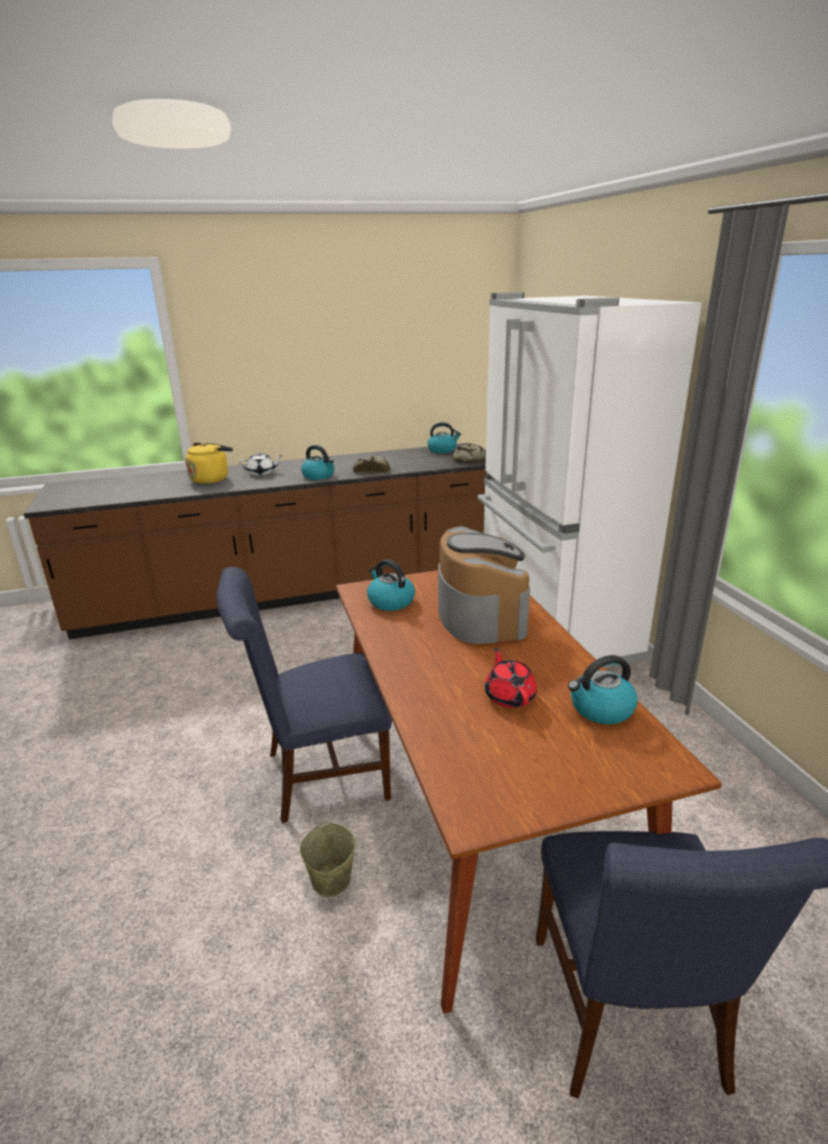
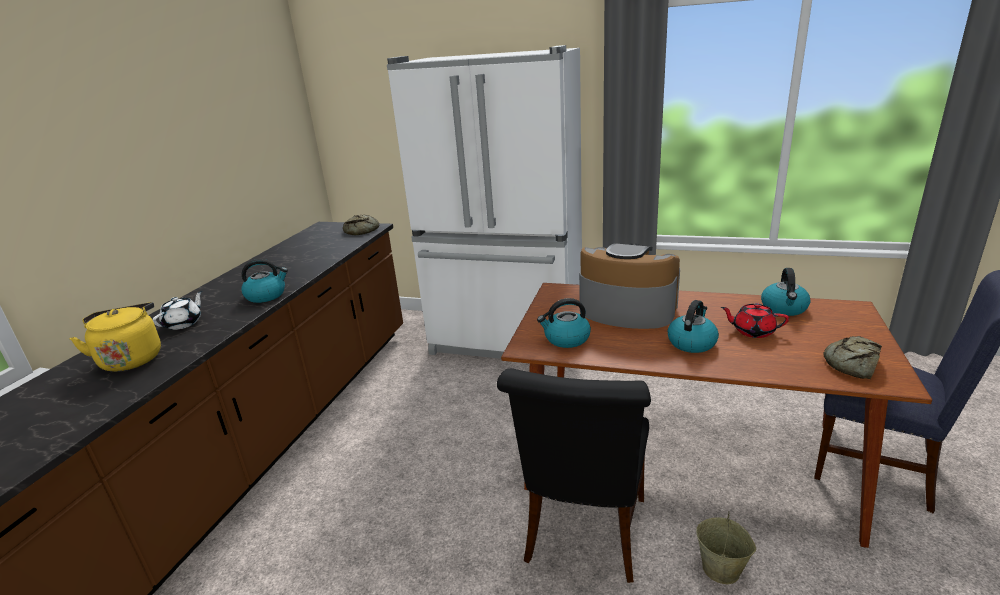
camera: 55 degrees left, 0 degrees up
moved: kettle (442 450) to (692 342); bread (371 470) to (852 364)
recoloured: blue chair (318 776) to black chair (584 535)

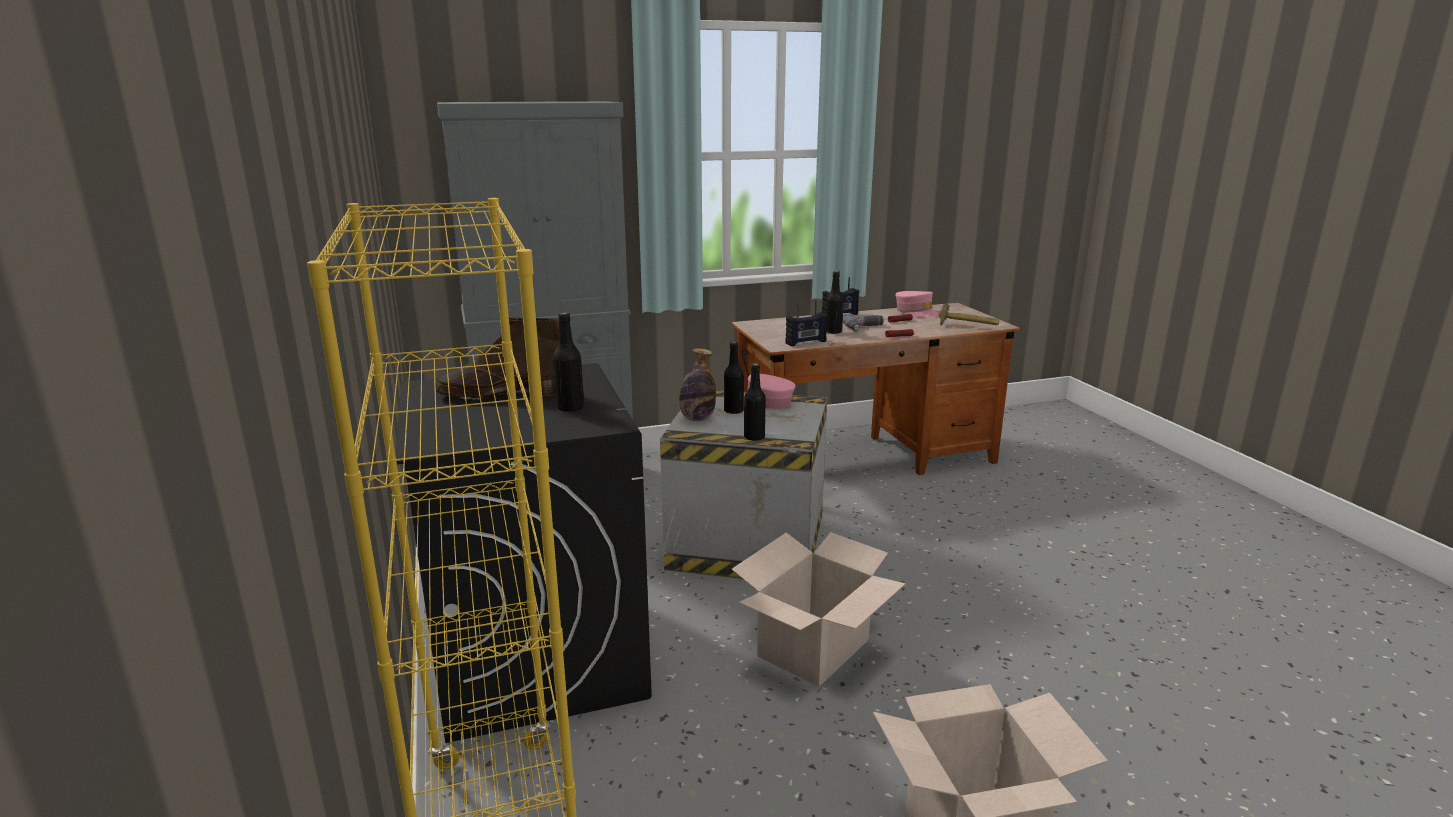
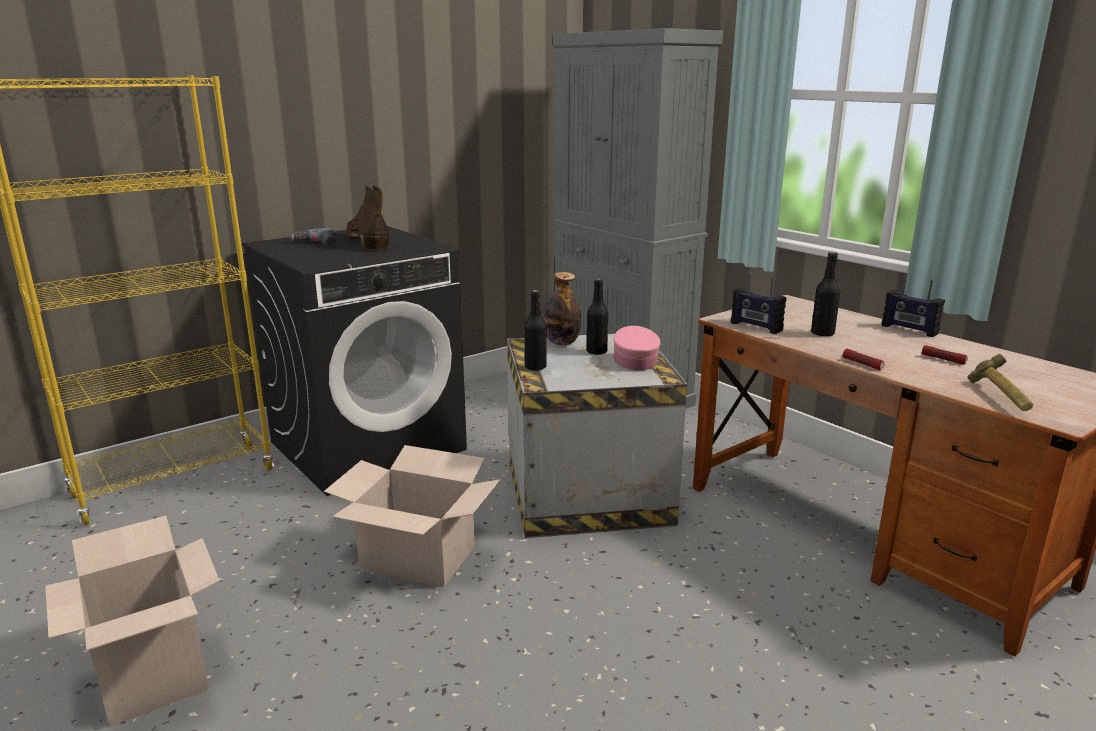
camera: 70 degrees right, 0 degrees up
removed: black bottle (570 408); pink cap (916 312)
moved: power drill (864 328) to (317 244)

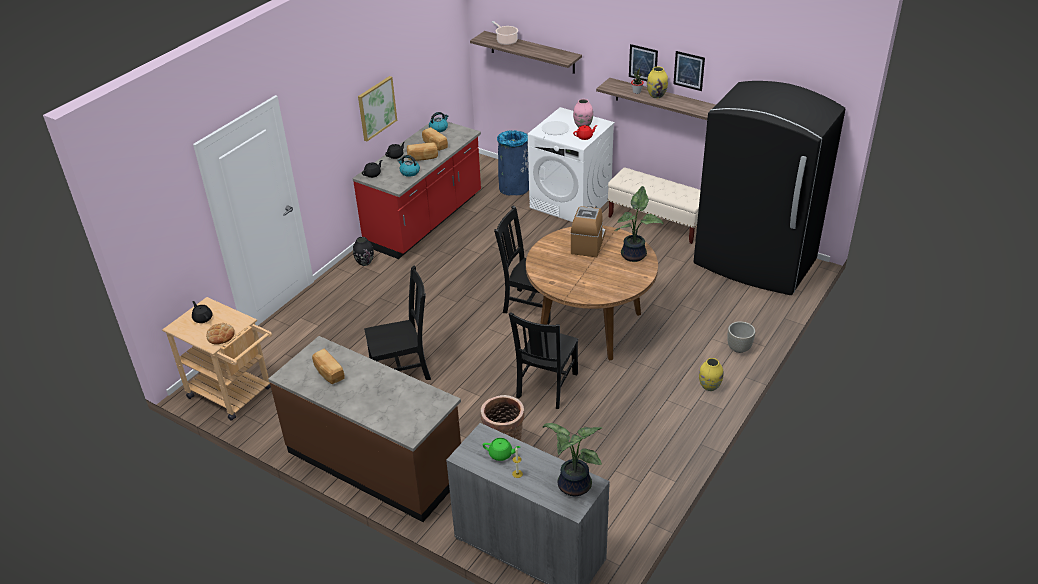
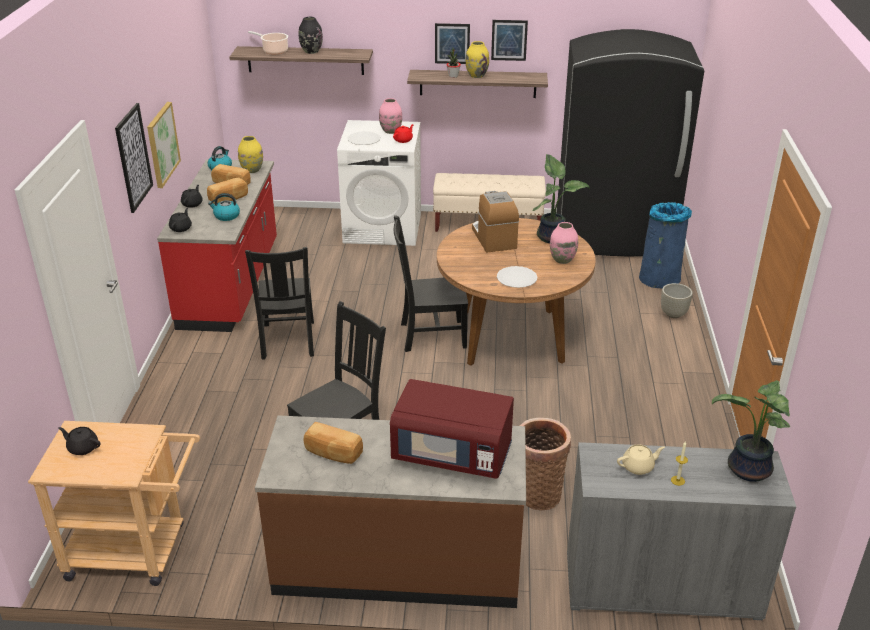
camera: 30 degrees left, 5 degrees down
removed: bread (221 336)
added: picture (133 157); red microwave (452 454); white plate (516 278); pink vase (562 260)
moved: yellow vase (709 386) to (252 170); black chair (546 387) to (288 341); black vase (365 262) to (311 51); blue trash can (515 188) to (660 278)
recoloured: green teapot (501 454) to beige teapot (638 467)

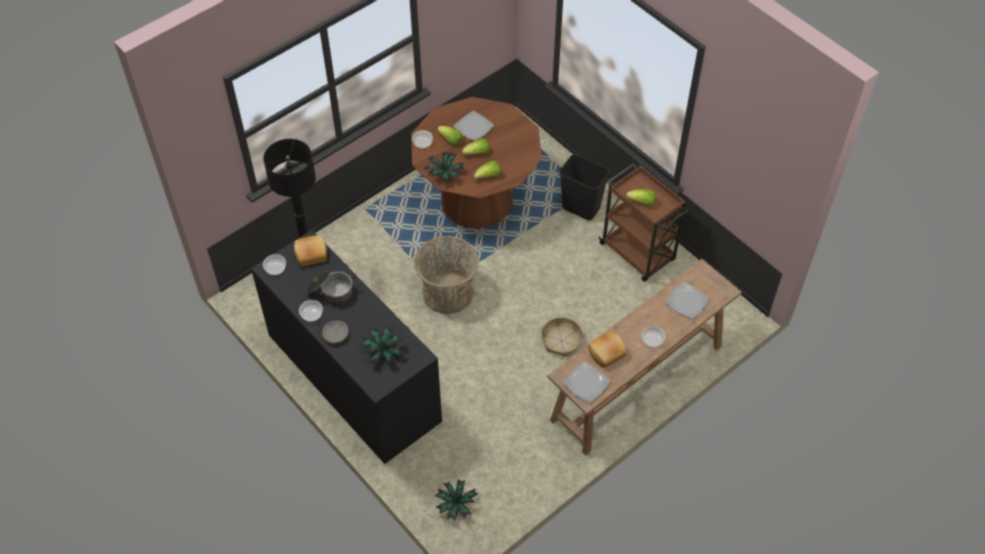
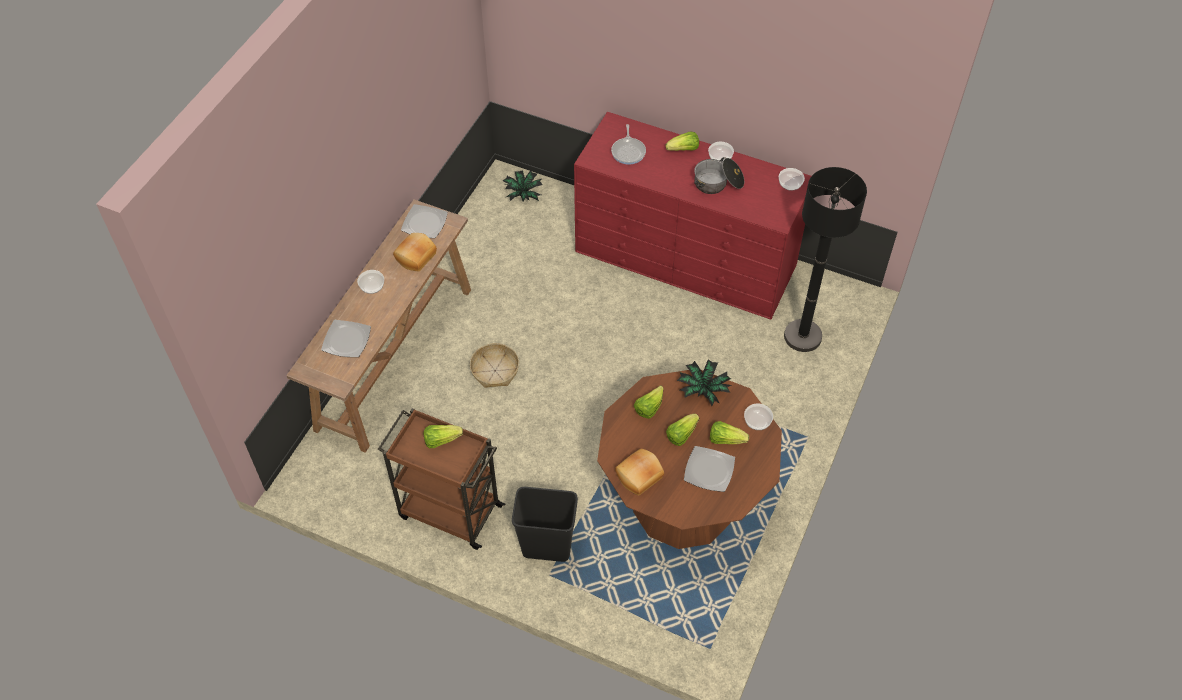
camera: 155 degrees right, 0 degrees up
removed: basket (447 292)
moved: bread (311 253) to (640 477)
replaced: potted plant (383 351) to frying pan (628 151); grey bowl (336 334) to lettuce (683 149)
recoloured: black dresser (353 377) to red dresser (685 258)

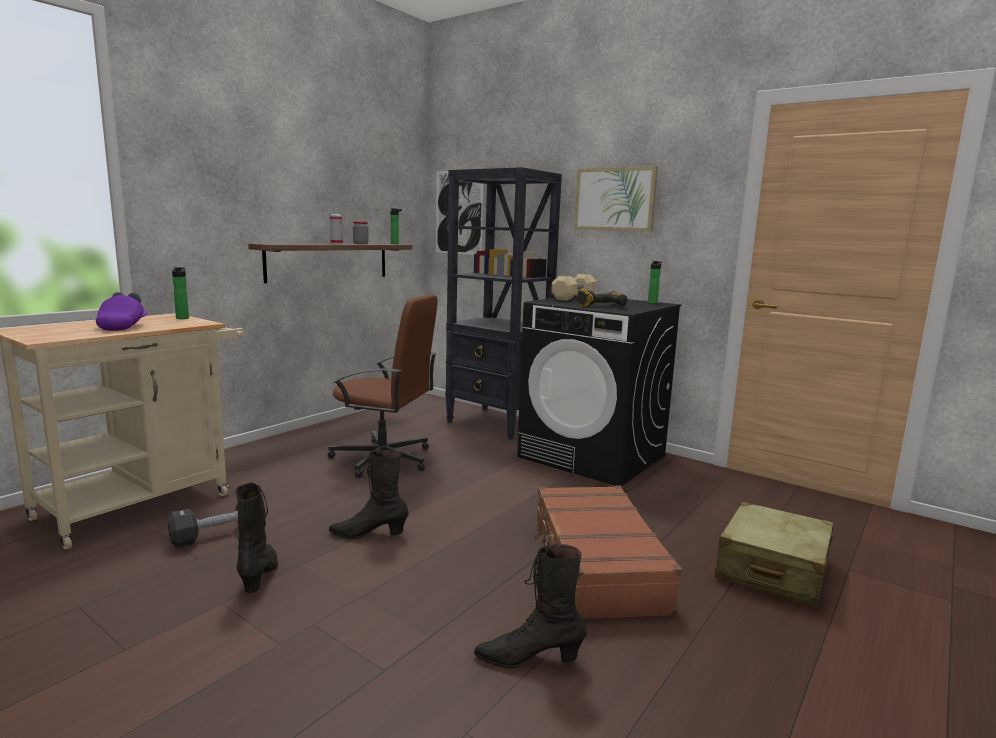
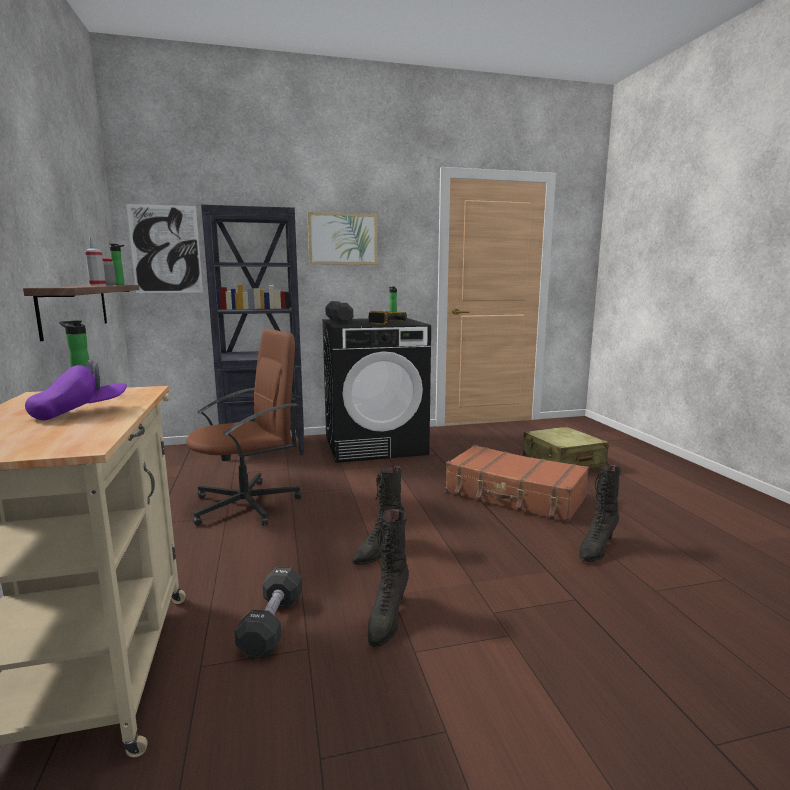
camera: 50 degrees left, 0 degrees up
recoloured: beige dumbbell (573 298) to black dumbbell (339 321)
turned: purple cap (123 327) = (80 412) 105 degrees clockwise; black boot (260 575) = (387 619) 105 degrees counterclockwise

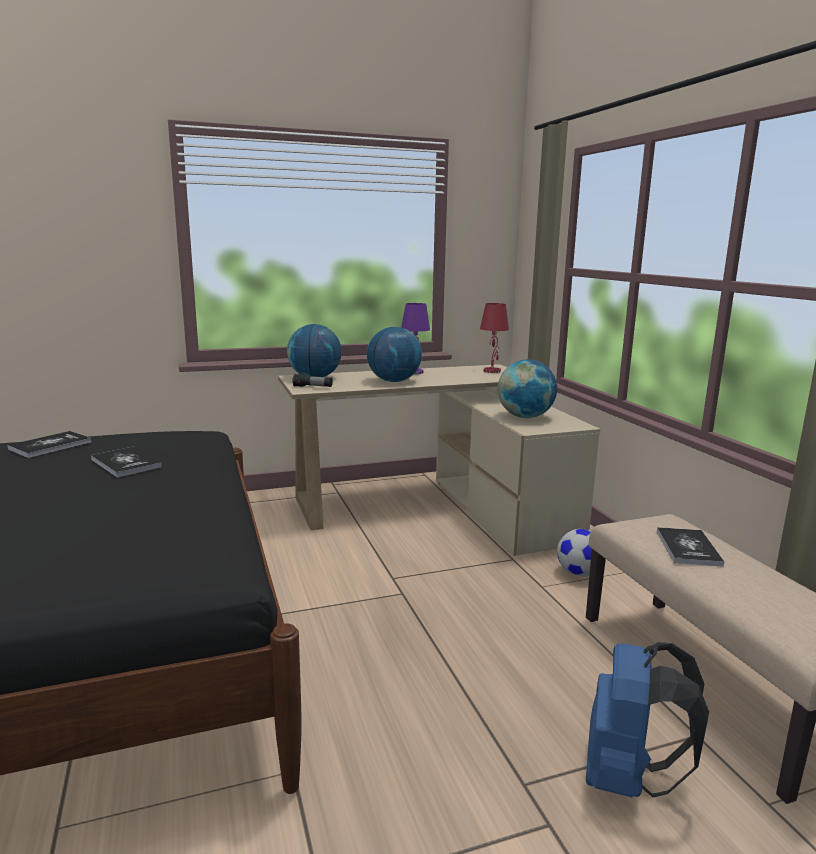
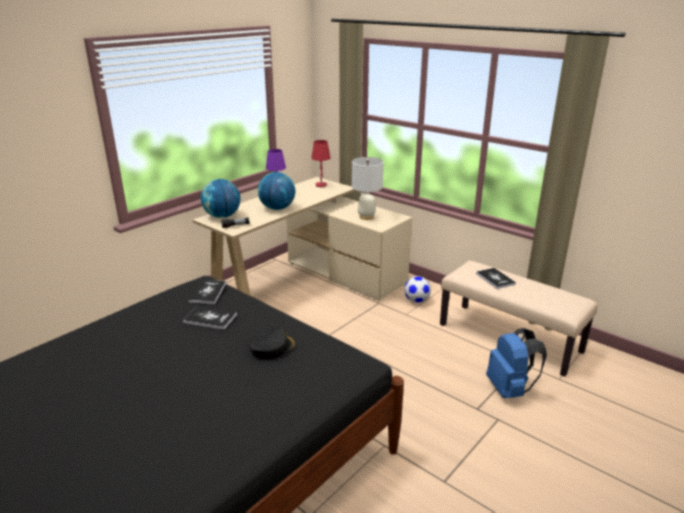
camera: 30 degrees left, 10 degrees up
added: black cap (272 347)
moved: book (50 446) to (207 292)
replaced: globe (525 417) to white table lamp (366 217)

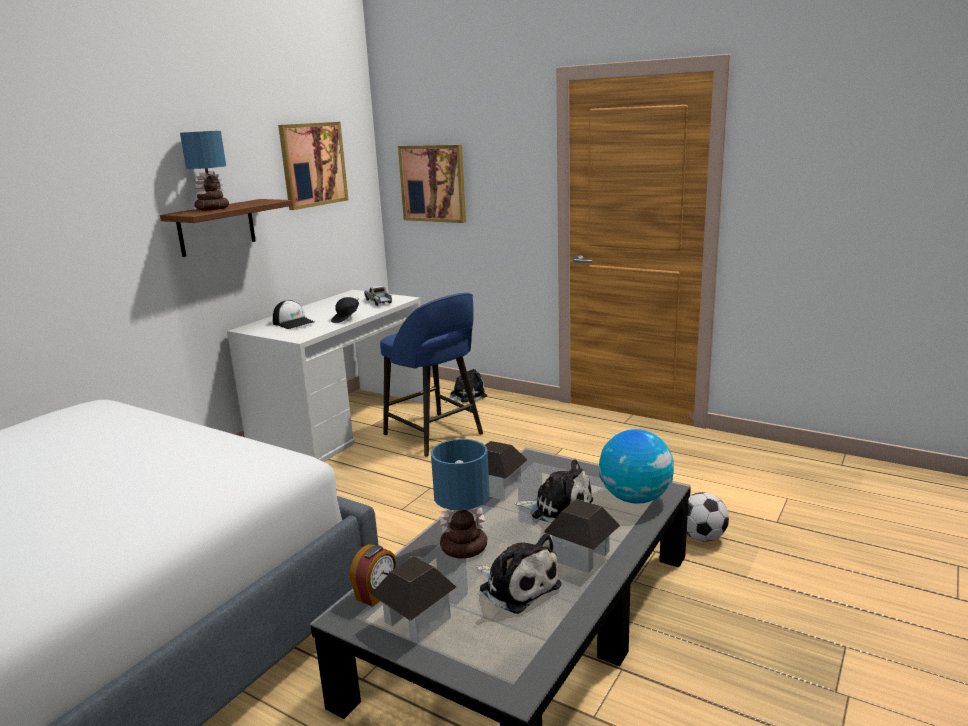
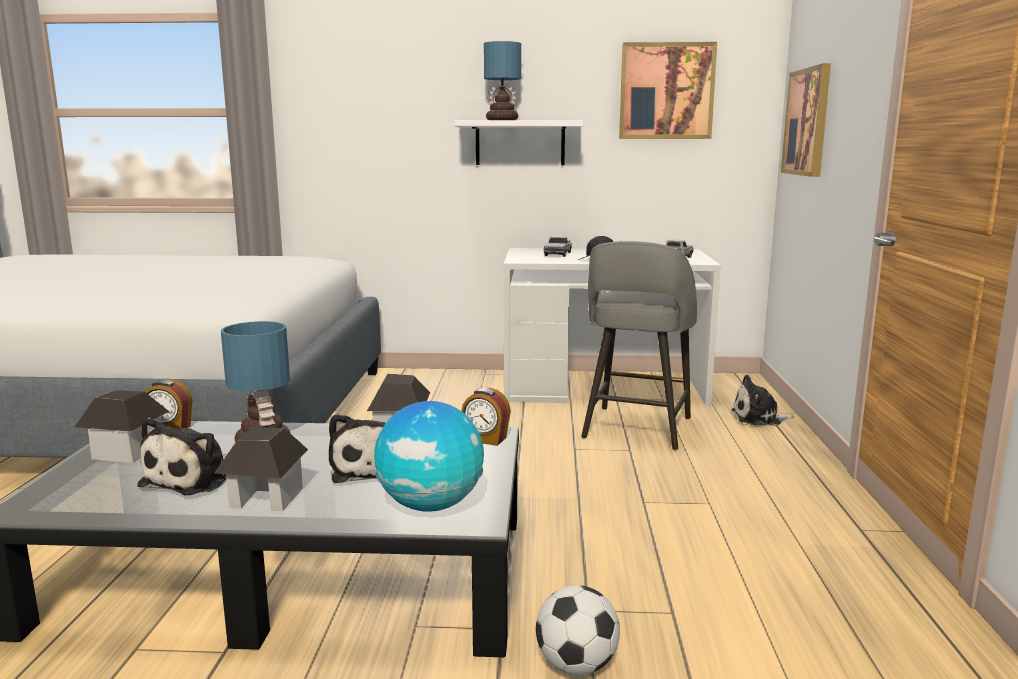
camera: 60 degrees right, 5 degrees down
added: alarm clock (485 439)
replaced: cap (293 323) to toy truck (558 254)
recoloured: brown shelf (216 227) to white shelf (520 143); blue stool (435 435) to grey stool (636 429)
turned: plush toy (466 396) = (759 418) 150 degrees clockwise

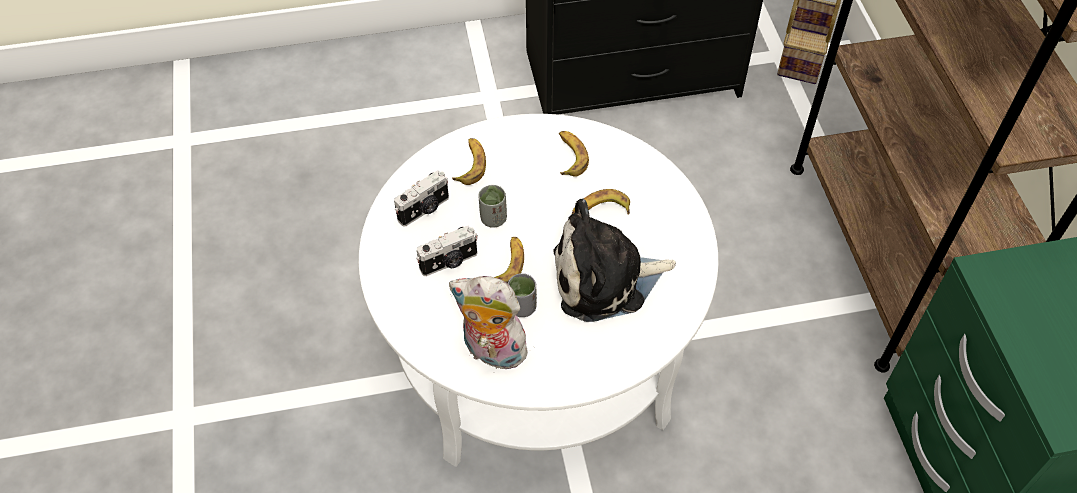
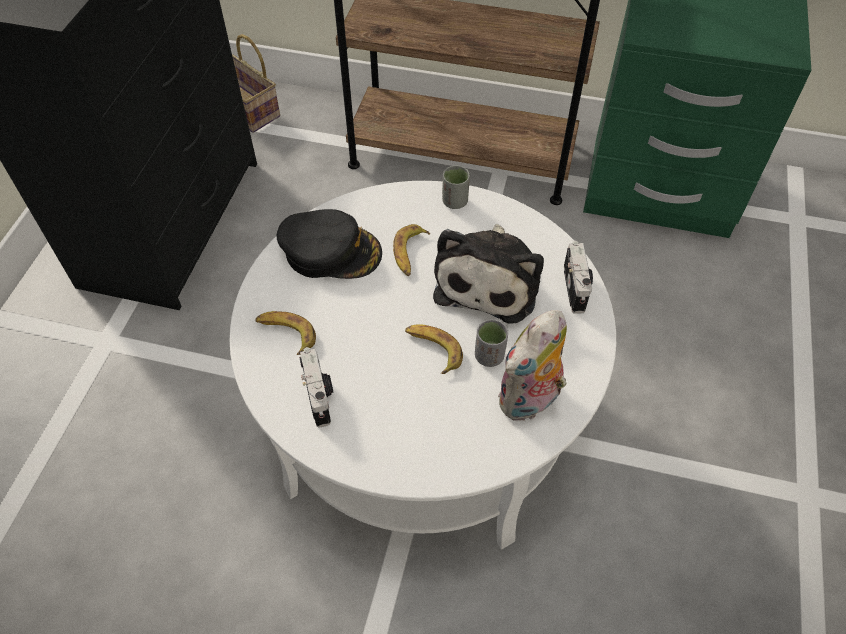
camera: 65 degrees left, 0 degrees up
moved: grey cup (493 218) to (455 201); photo camera (449 262) to (576 288)
replaced: banana (570 156) to black cap (331 251)

